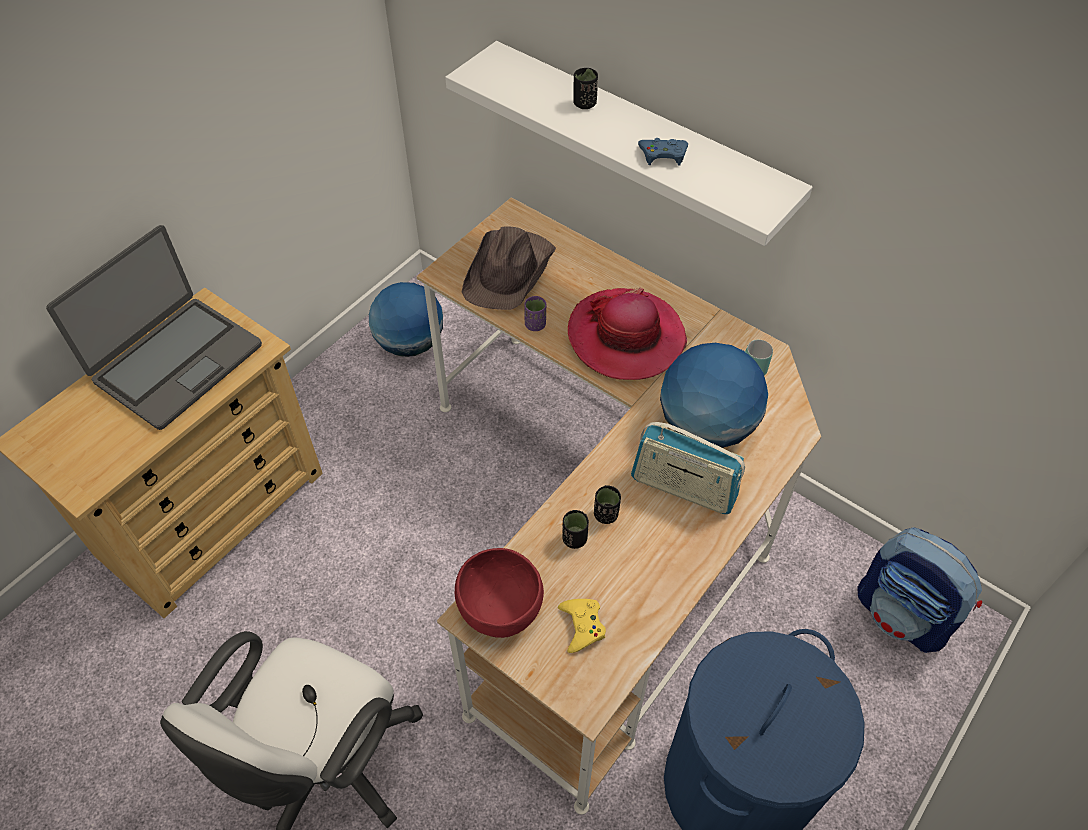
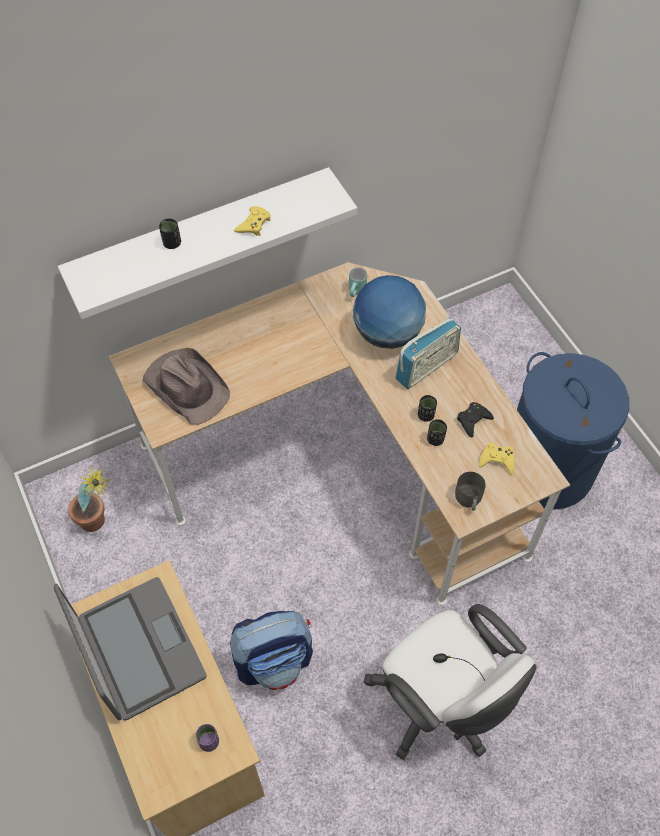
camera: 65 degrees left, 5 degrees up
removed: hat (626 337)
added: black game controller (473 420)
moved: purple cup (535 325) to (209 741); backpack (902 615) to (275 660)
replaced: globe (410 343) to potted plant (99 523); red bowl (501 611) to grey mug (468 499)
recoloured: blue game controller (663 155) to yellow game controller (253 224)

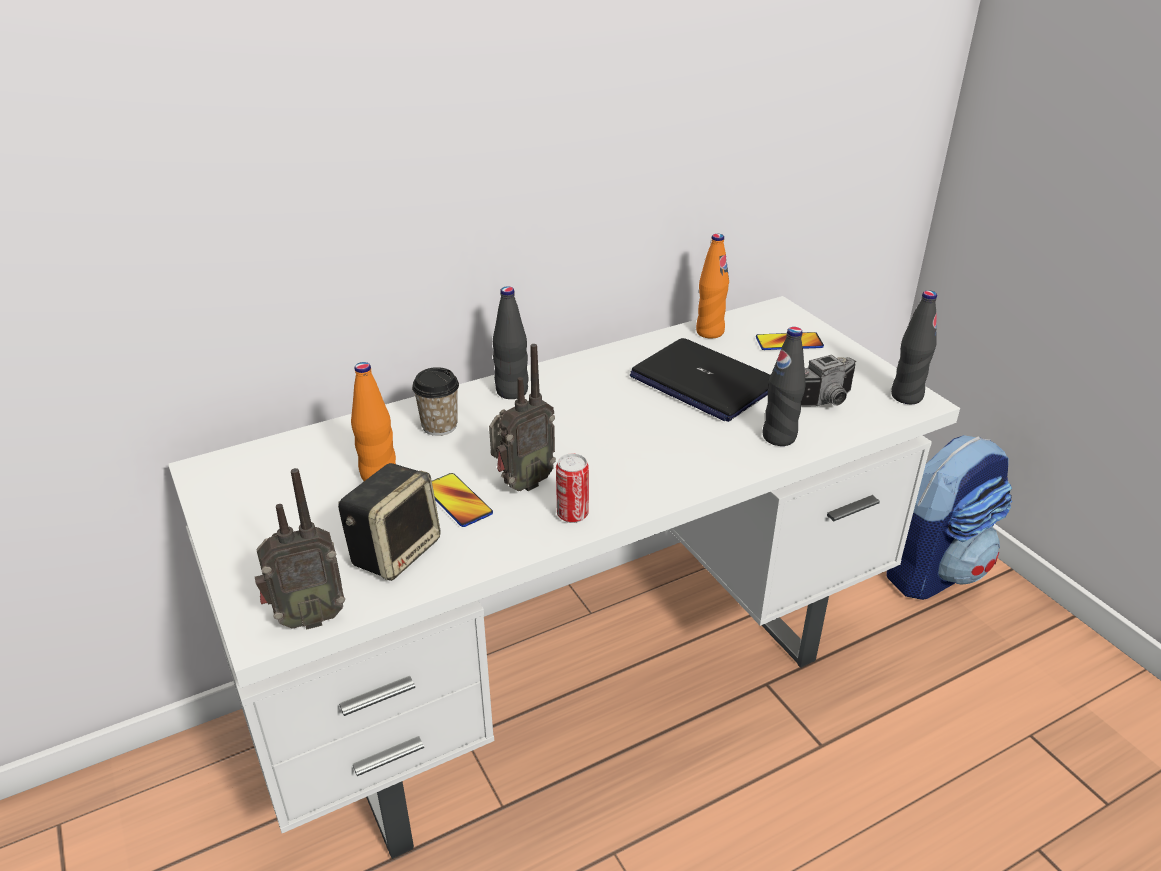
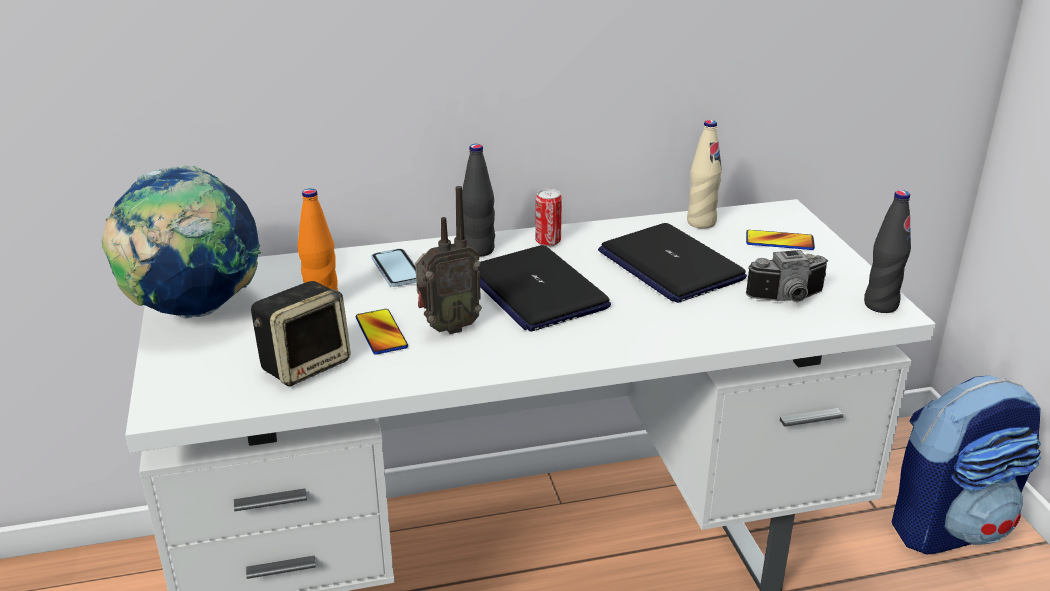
camera: 15 degrees right, 5 degrees down
removed: radio (307 618); black bottle (779 437)
added: globe (194 311); laptop (535 290)
moved: can (572 514) to (548 241)
replaced: cup (439 426) to phone (397 270)
recoloured: orange bottle (709 332) to beige bottle (701 222)

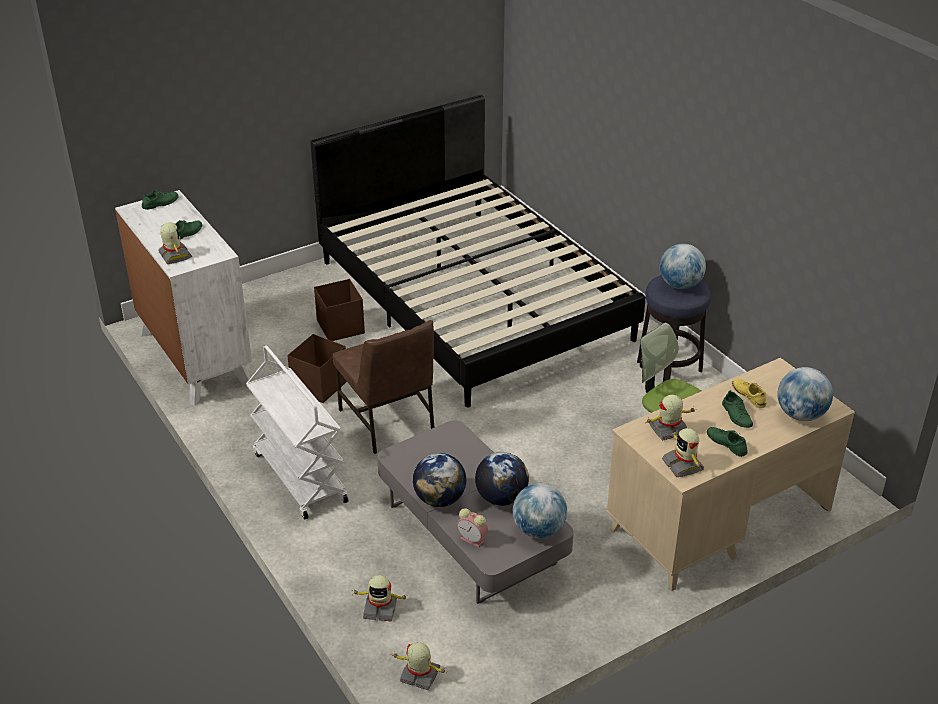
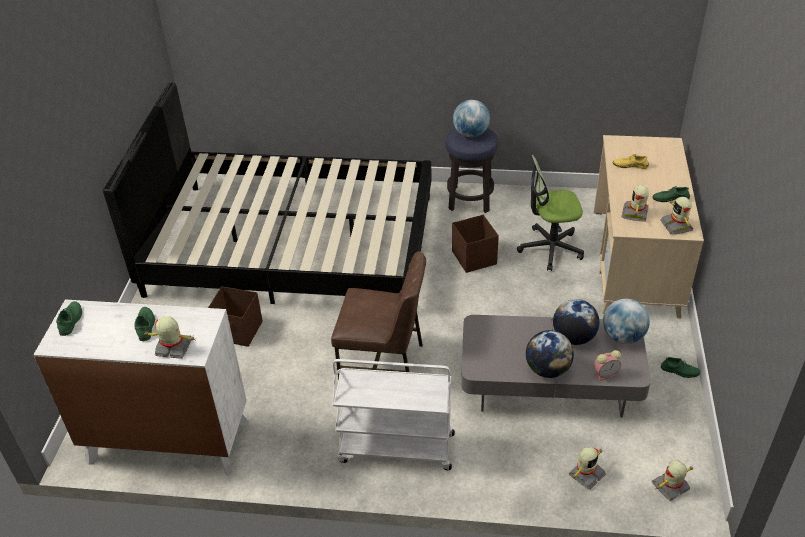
camera: 50 degrees left, 5 degrees up
removed: globe (800 415)
moved: brown storage box (318 386) to (474 258); green shoe (736 415) to (680 371)
turned: toy robot (683 465) = (677 226) 60 degrees clockwise

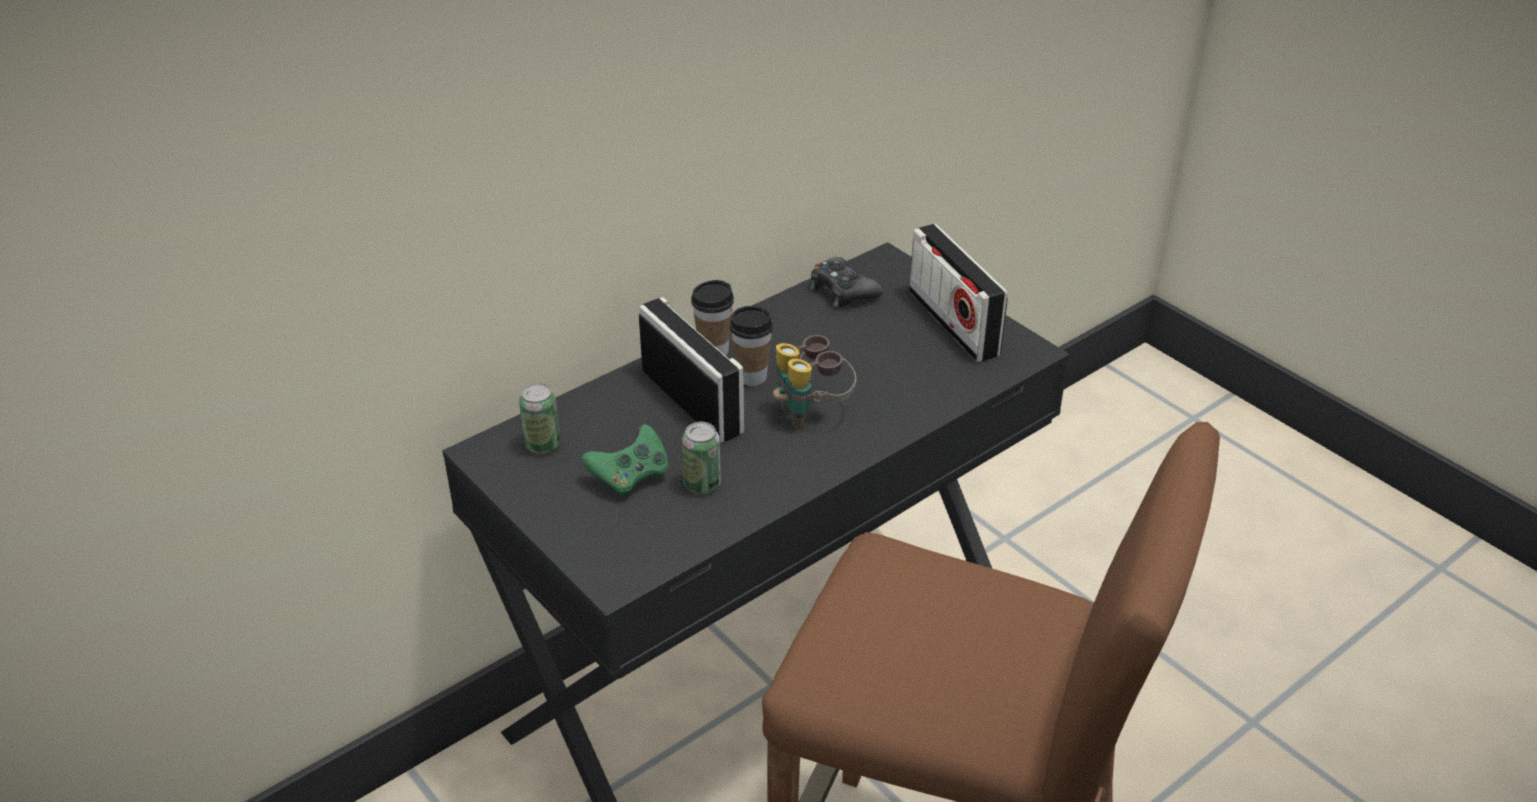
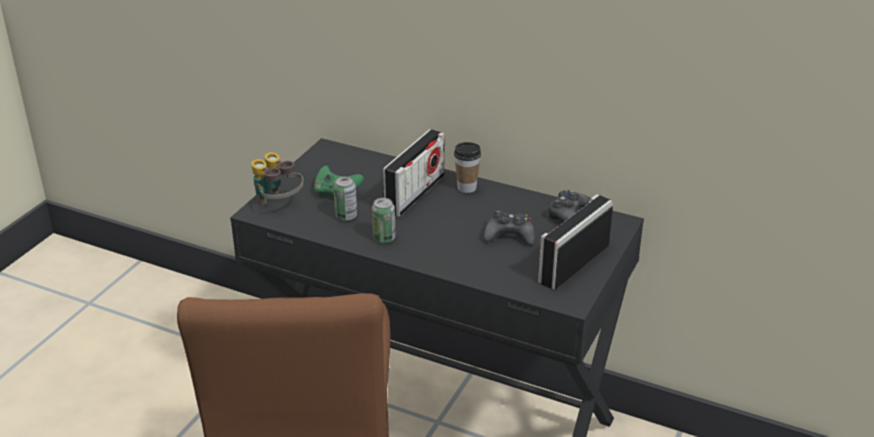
camera: 65 degrees right, 5 degrees down
removed: cup (751 377)
added: black game controller (509 235)
moved: binoculars (811 412) to (278 205); can (542 445) to (384 238)

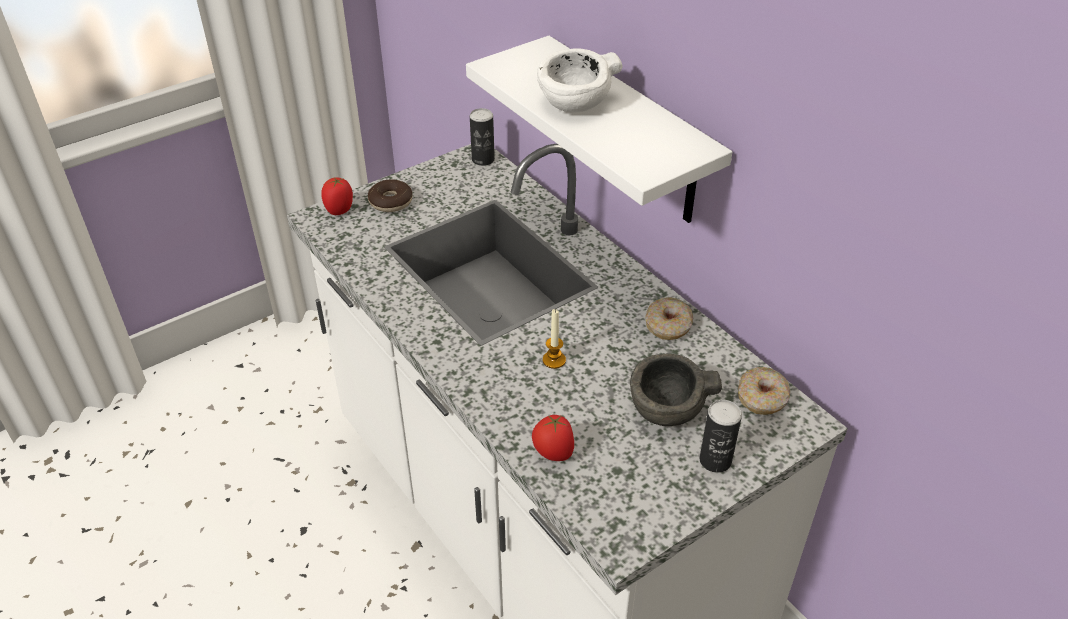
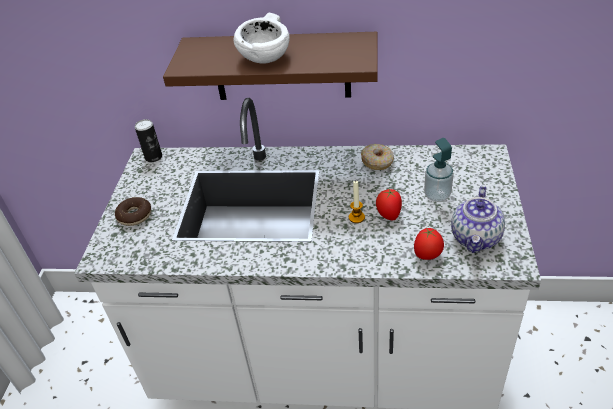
camera: 45 degrees left, 0 degrees up
removed: can (715 460); donut (762 398)
added: teapot (476 238)
moved: tomato (340 210) to (388 215)
replaced: grey bowl (666 410) to soap dispenser (437 195)
recoloured: white shelf (629 133) to brown shelf (281 67)

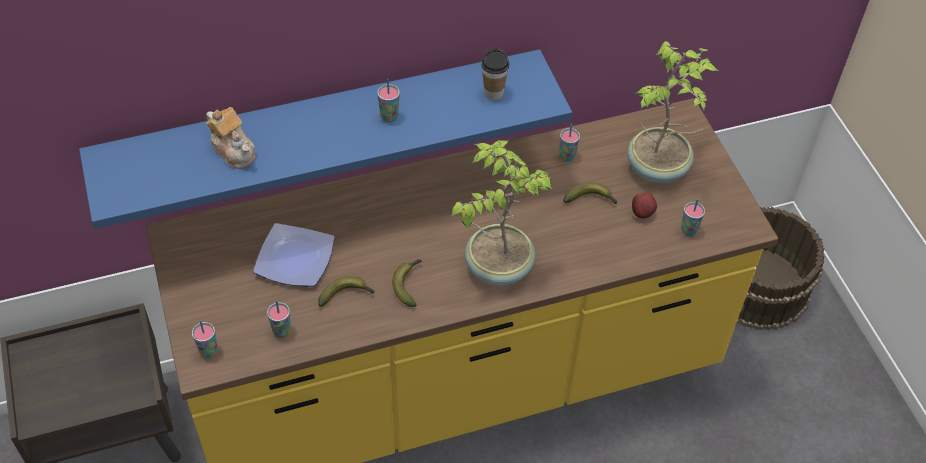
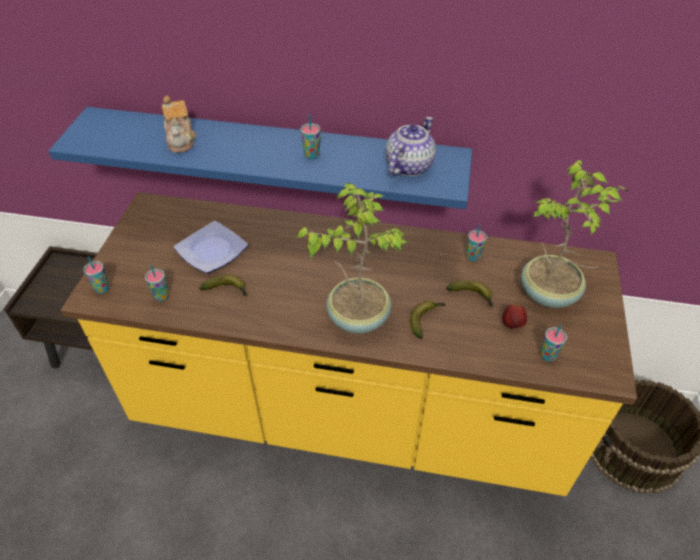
camera: 30 degrees right, 5 degrees down
moved: banana (409 284) to (426 319)
replaced: cup (493 93) to teapot (408 166)

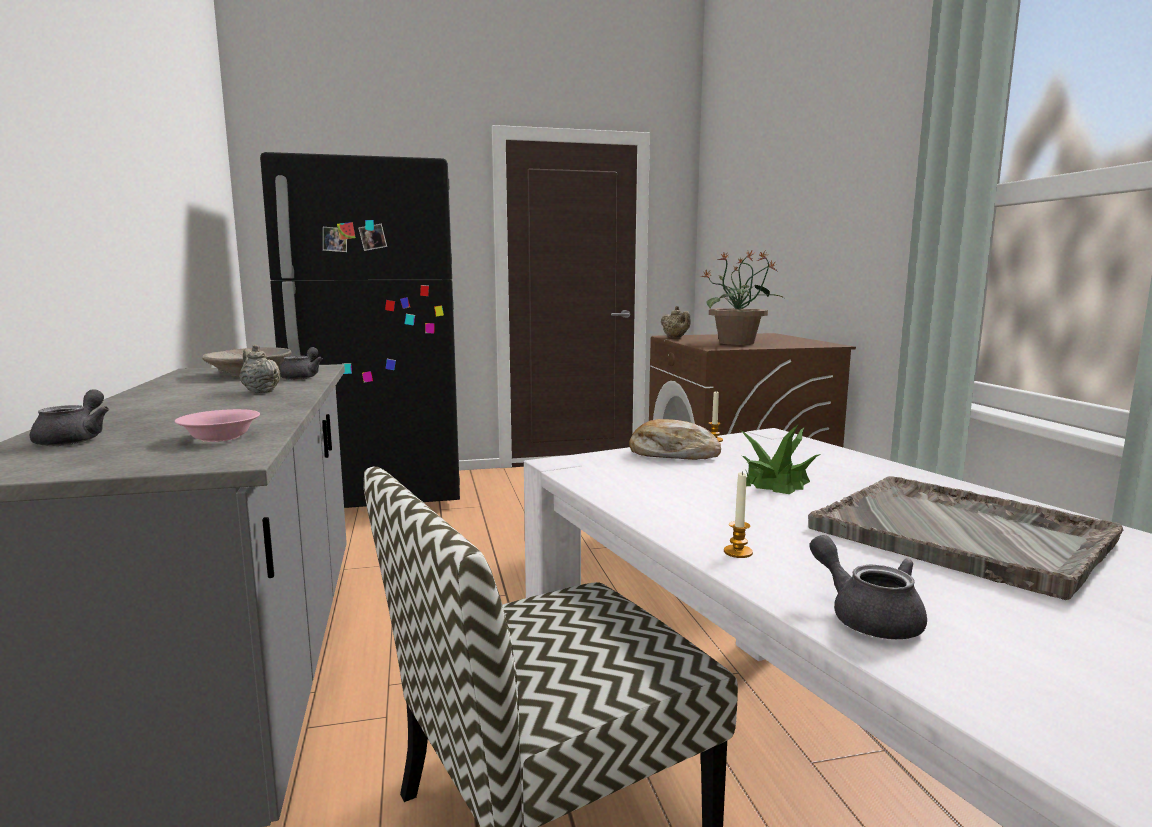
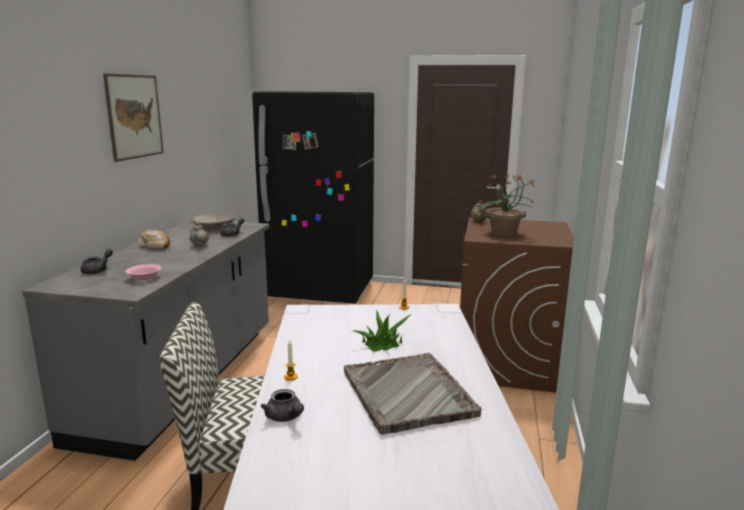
camera: 25 degrees right, 5 degrees up
added: picture (134 116)
moved: bread (672 454) to (155 246)
turned: grey teapot (867 617) = (285 417) 150 degrees clockwise

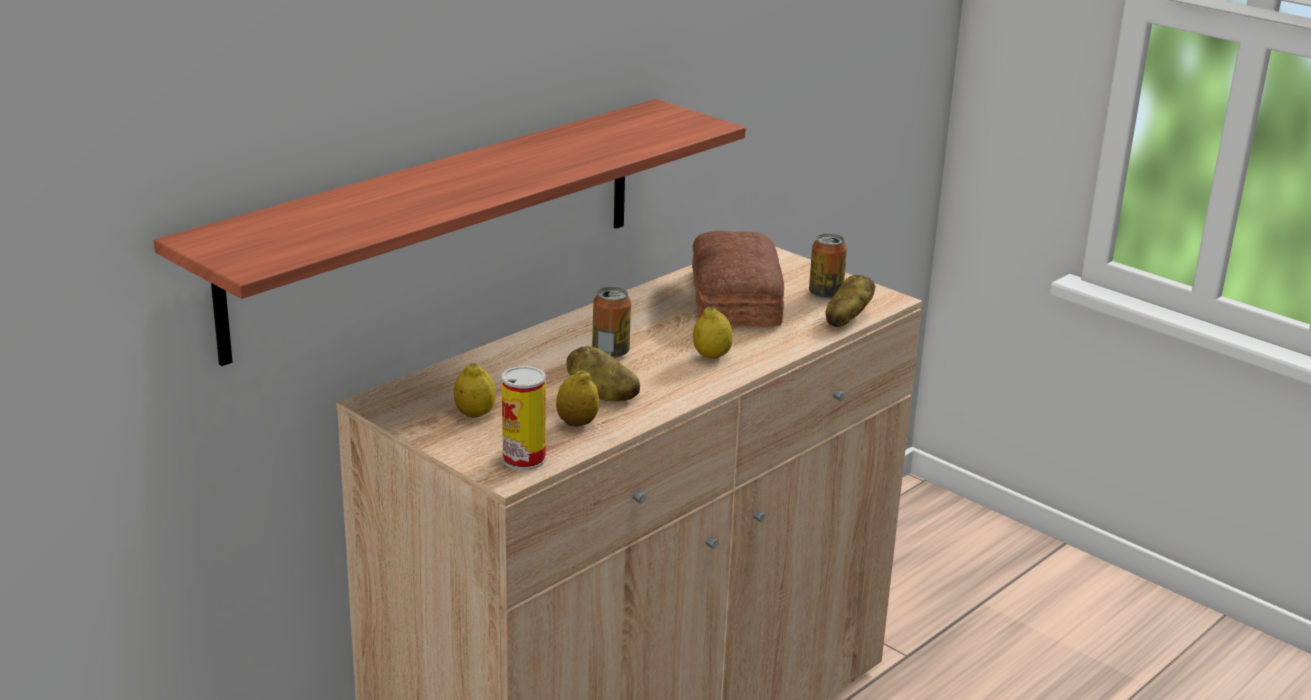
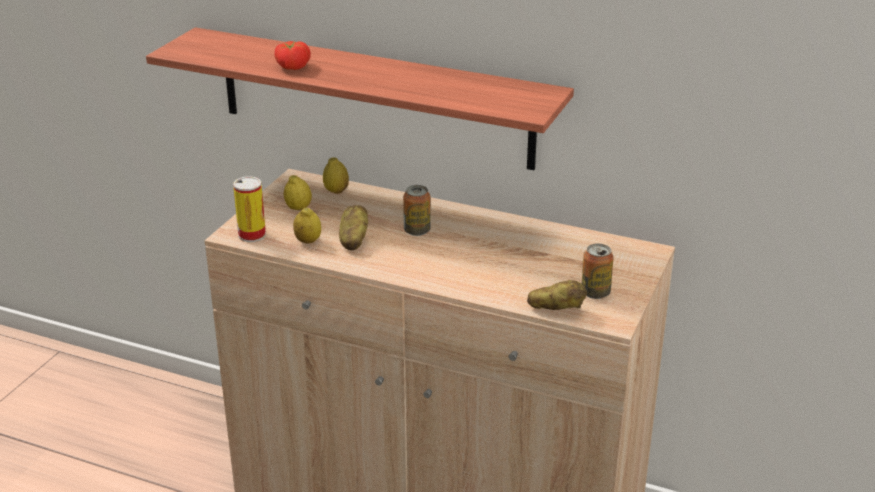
camera: 70 degrees right, 5 degrees up
removed: bread (732 298)
added: tomato (292 67)
moved: lemon (712 356) to (336 191)

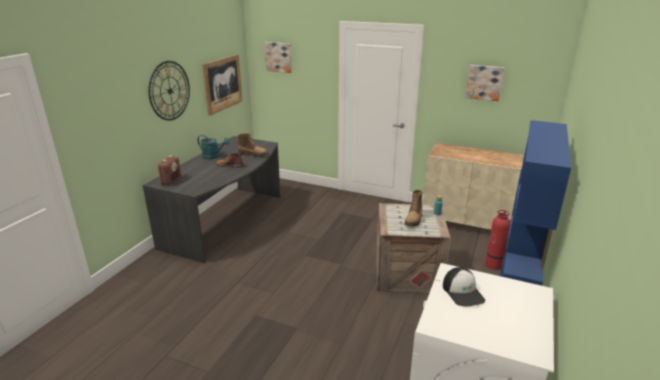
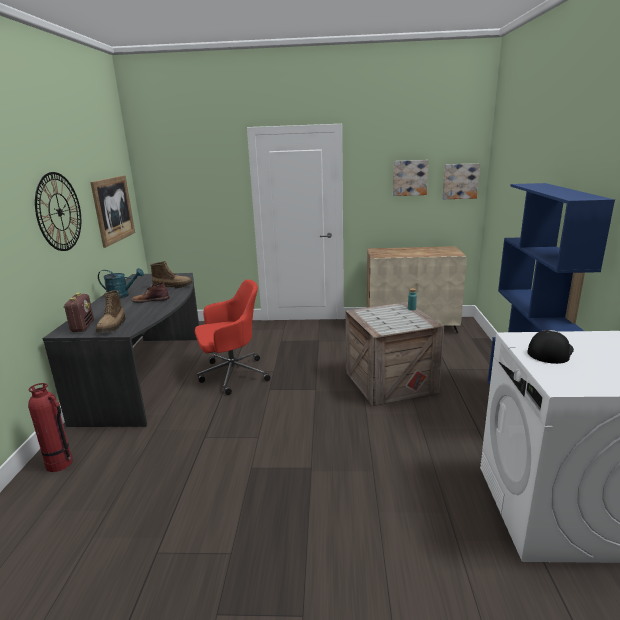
camera: 20 degrees left, 5 degrees down
added: red office chair (231 374)
moved: fire extinguisher (494 265) to (59 464); boot (414 220) to (112 326); picture (279 57) to (460 181)
turned: cap (463 292) = (549 351) 105 degrees counterclockwise

